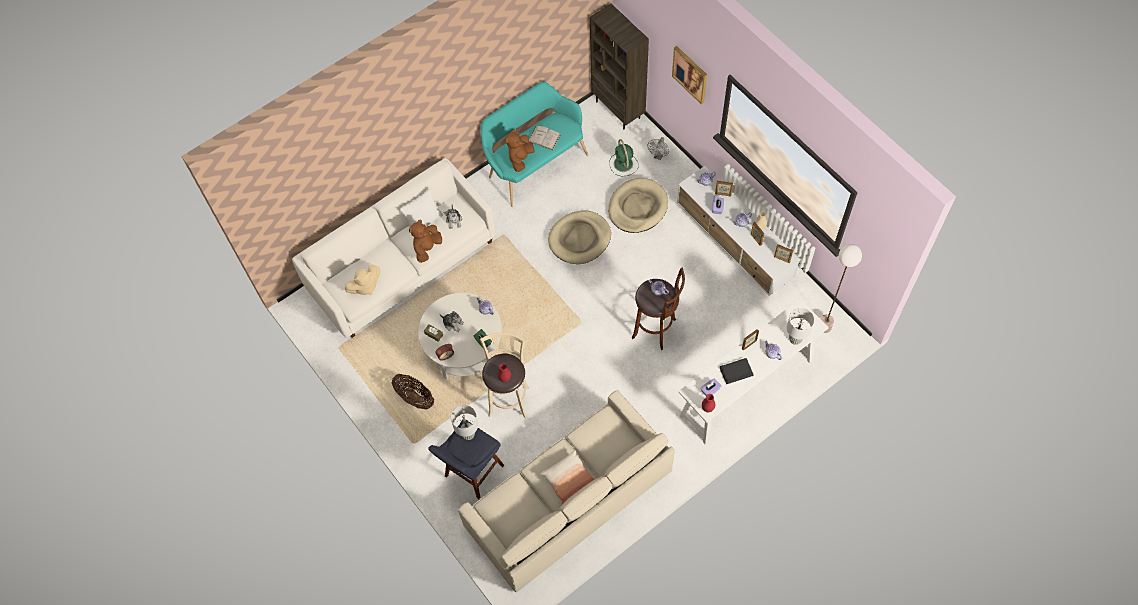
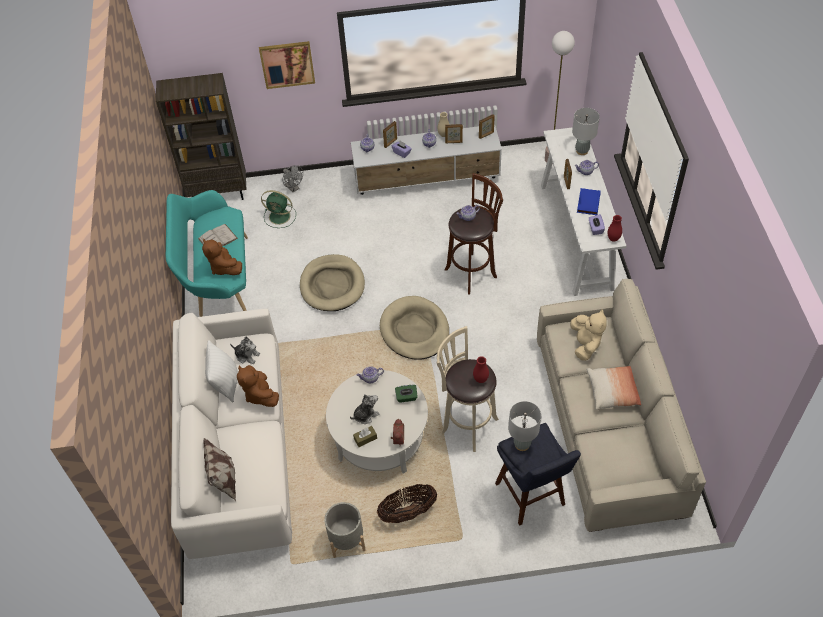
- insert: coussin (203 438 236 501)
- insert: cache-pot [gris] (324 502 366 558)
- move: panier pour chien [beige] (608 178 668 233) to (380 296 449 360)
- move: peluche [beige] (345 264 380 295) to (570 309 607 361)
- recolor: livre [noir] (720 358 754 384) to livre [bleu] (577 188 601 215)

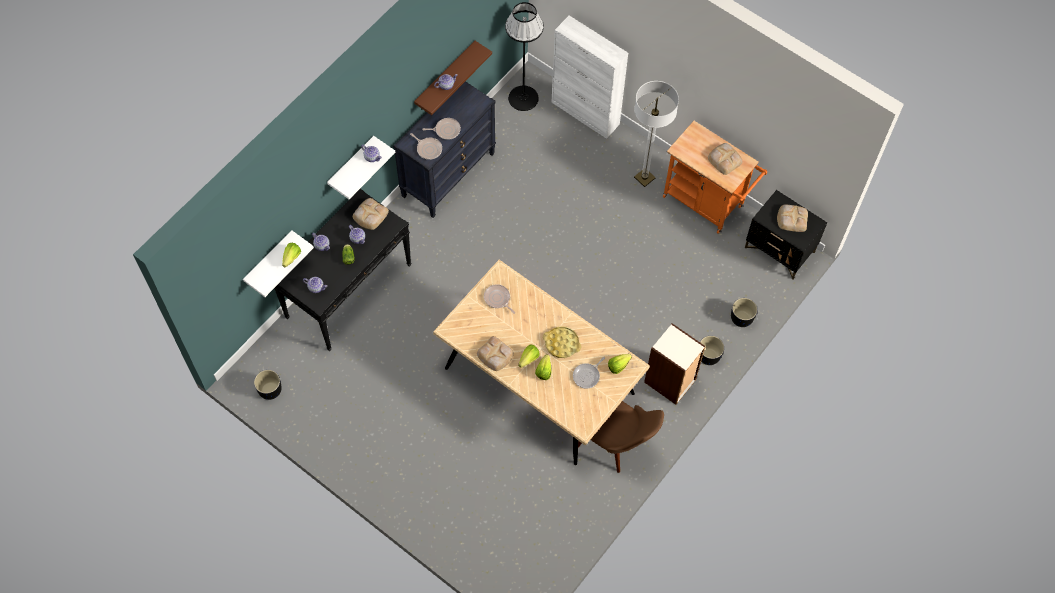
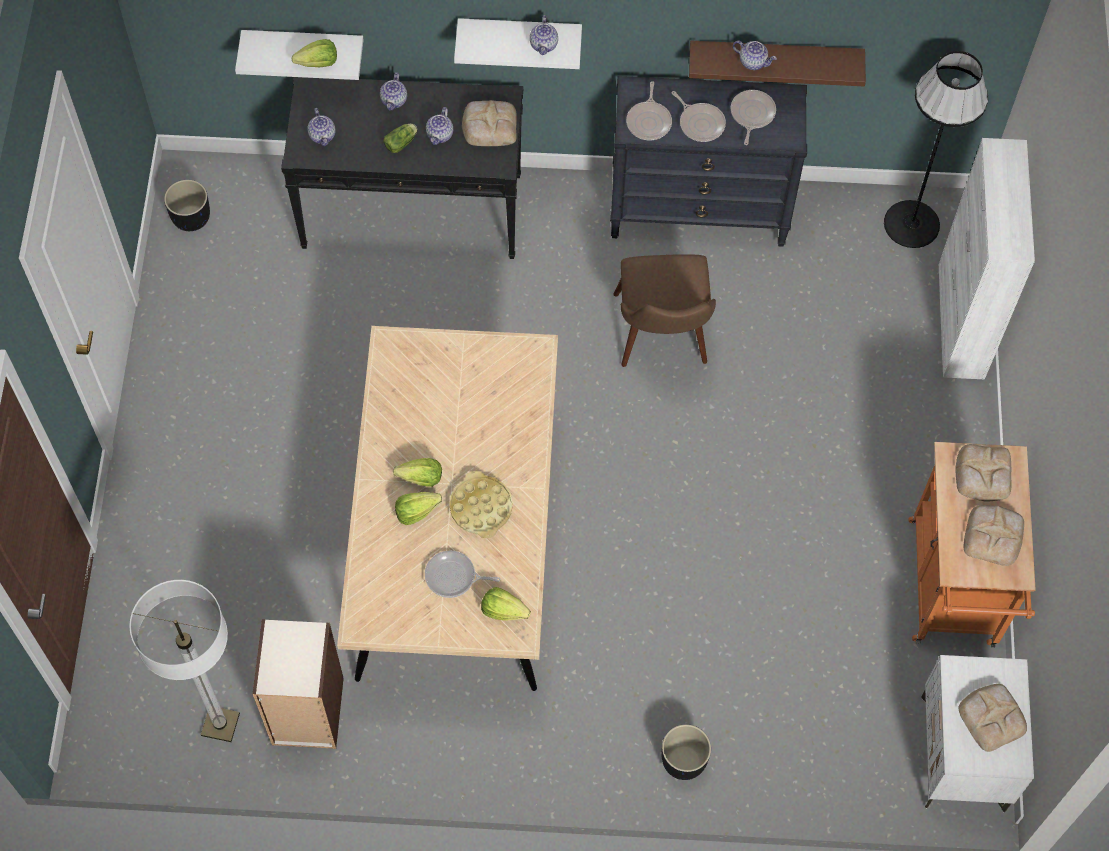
- move: lampadaire (634 81 679 187) to (129 580 240 742)
- move: bibliothèque (644 323 706 405) to (253 619 344 749)
- move: chaise [marron] (578 401 664 473) to (614 254 716 367)
- move: poêle (484 284 515 314) to (730 90 776 145)
- recolor: table de chevet [noir] (745 190 827 280) to table de chevet [blanc] (921 655 1034 812)
- move: pain (477 336 514 371) to (955 444 1011 502)
- delete: cache-pot [noir] (731 298 757 327)

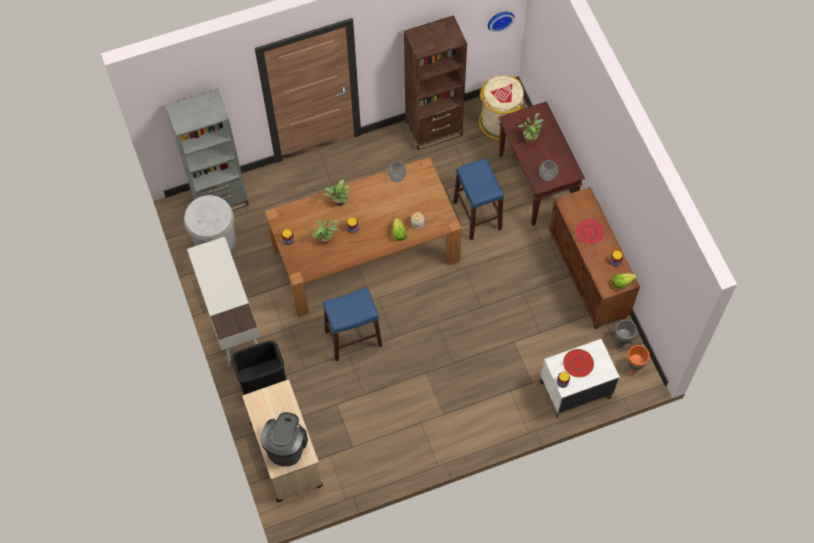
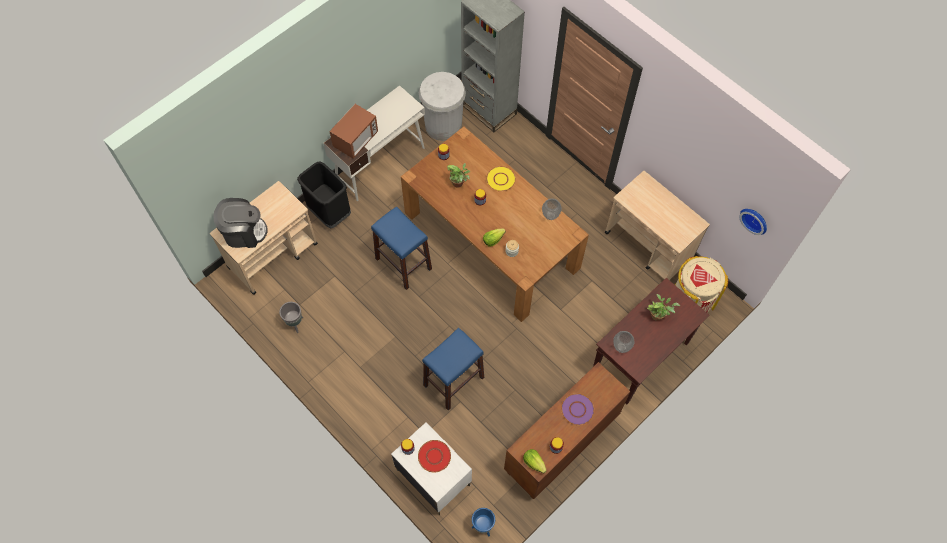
- move: cache-pot [gris] (615 320 637 350) to (279 302 303 333)
- insert: micro-ondes (329 104 378 159)
- move: tabouret [bleu] (453 158 504 240) to (422 328 484 410)
- recolor: cache-pot [orange] (627 345 650 377) to cache-pot [bleu] (472 508 495 536)
- replace: plante en pot (323 180 350 206) to assiette [jaune] (486 166 516 191)
- recolor: assiette [rouge] (575 218 605 245) to assiette [violet] (561 393 594 425)
- replace: bibliothèque [marron] (404 15 467 150) to chariot [beige] (605 171 710 280)

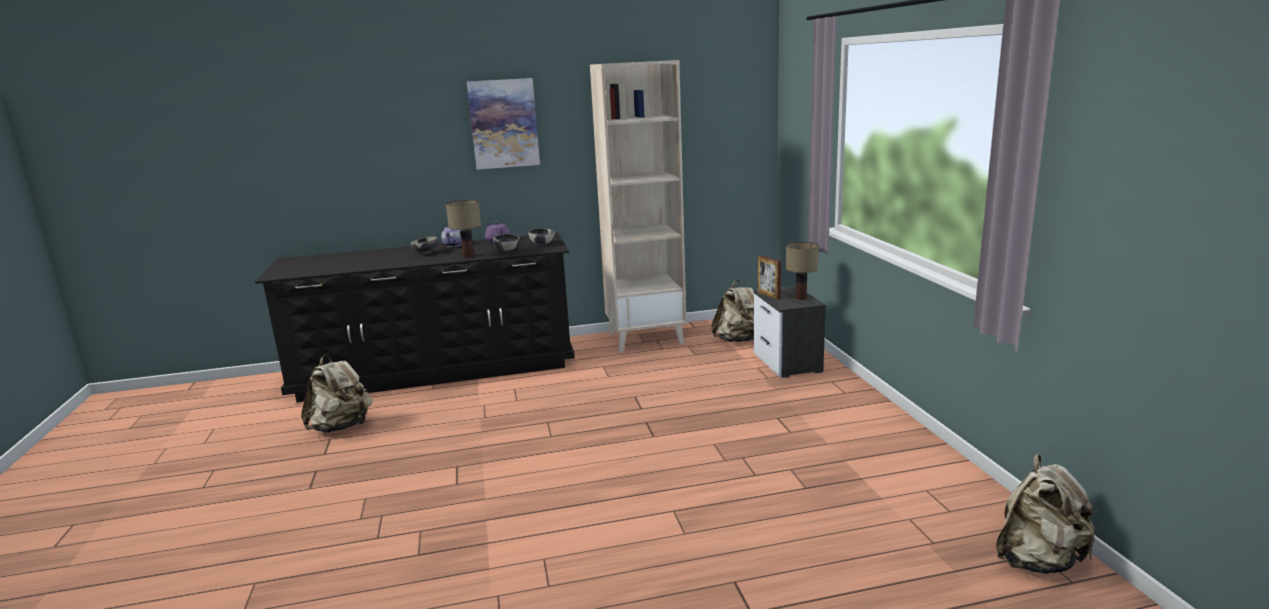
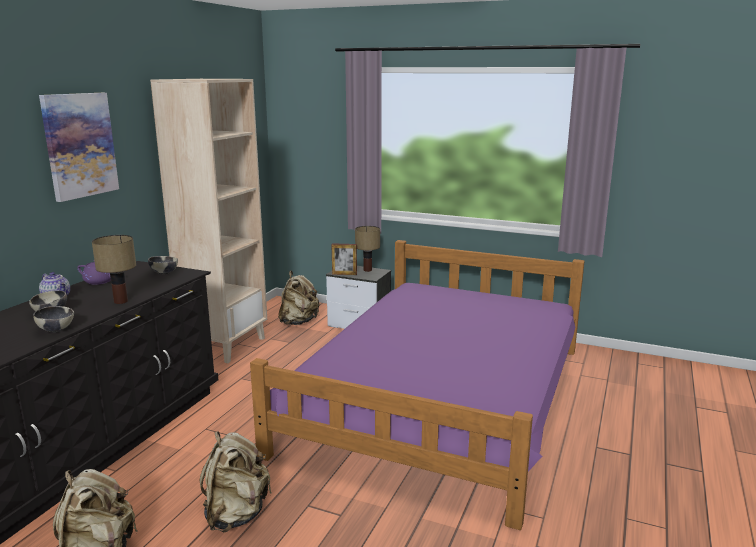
- move: bol (493 234 520 252) to (33 306 74 333)
- move: sac à dos [beige] (996 454 1097 574) to (200 431 272 532)
- insert: lit [violet] (250 240 585 530)

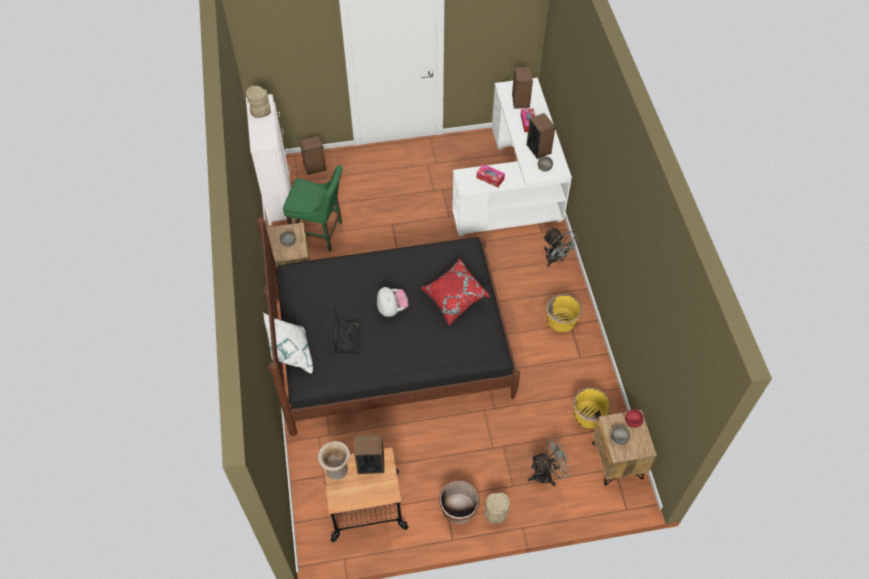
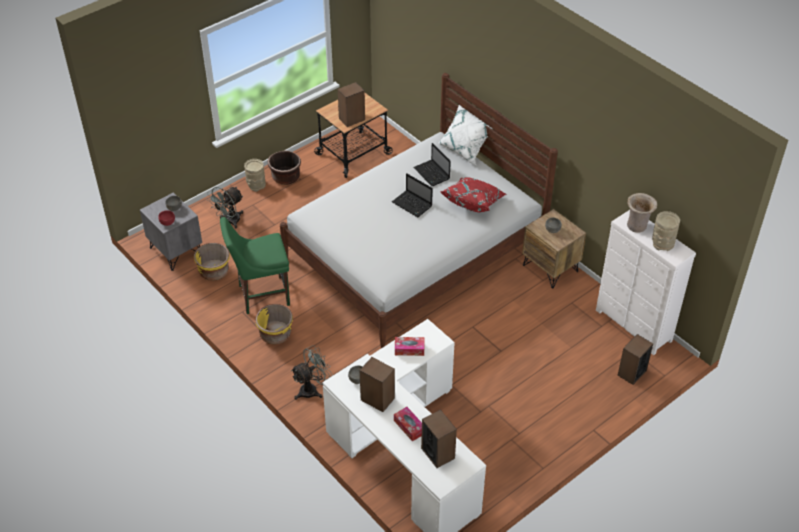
- recolor: table de chevet [marron] (592 410 657 486) to table de chevet [gris] (140 193 202 271)
- move: chaise [vert] (283 165 342 251) to (220 217 290 314)
- recolor: lit [noir] (256 217 520 436) to lit [blanc] (280 73 558 348)
- rotate: ventilateur [gris] (543 228 579 267) = (291 345 333 400) 120 degrees clockwise
- replace: peluche (377 287 409 317) to ordinateur portable (392 173 433 217)
- move: coussin [rouge] (421 259 490 326) to (441 177 507 212)
- move: vase [beige] (318 441 350 480) to (627 193 657 233)

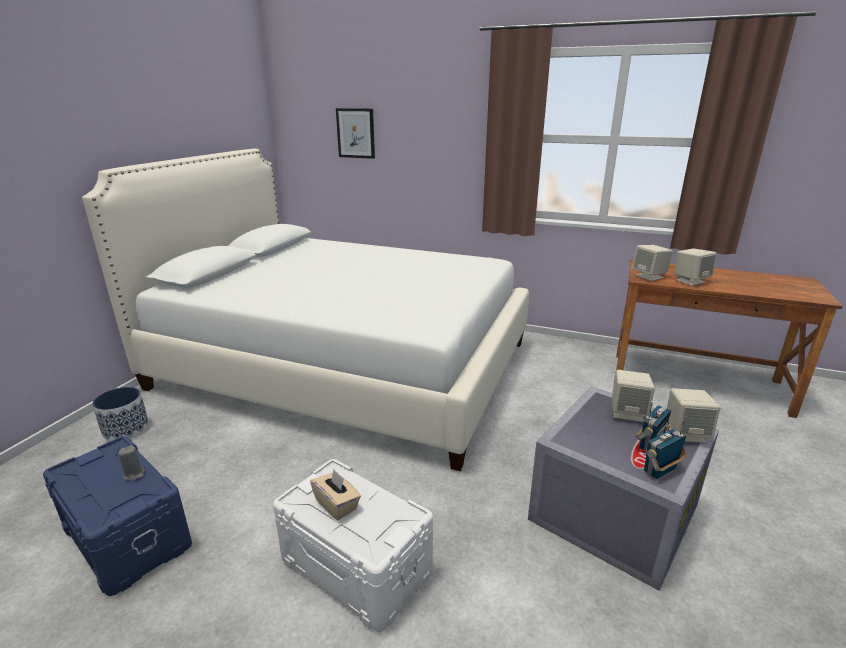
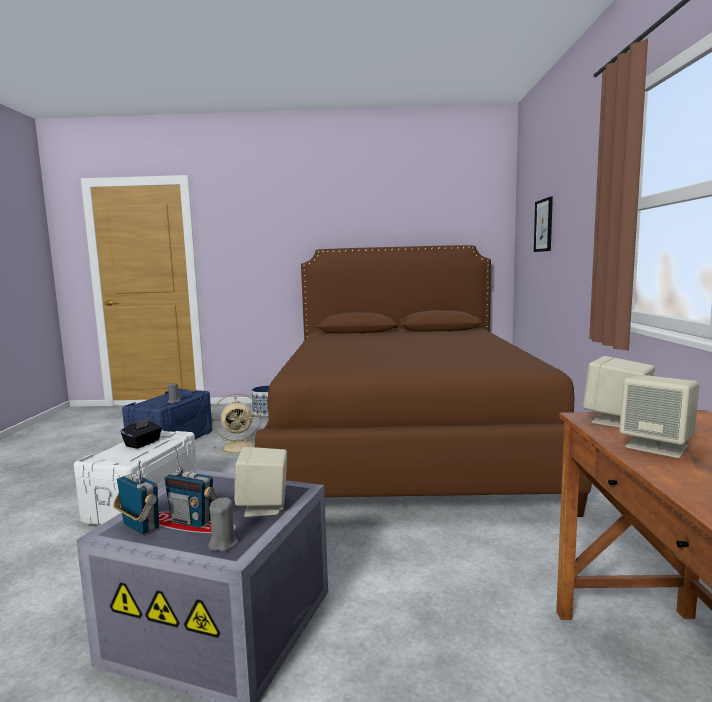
- recolor: boîte à mouchoirs [beige] (310 469 361 520) to boîte à mouchoirs [noir] (121 417 162 449)
- replace: enceinte [beige] (667 388 721 443) to bougie [gris] (208 497 238 551)
- insert: ventilateur [beige] (212 394 262 455)
- recolor: lit [blanc] (82 149 529 471) to lit [marron] (255 245 592 517)

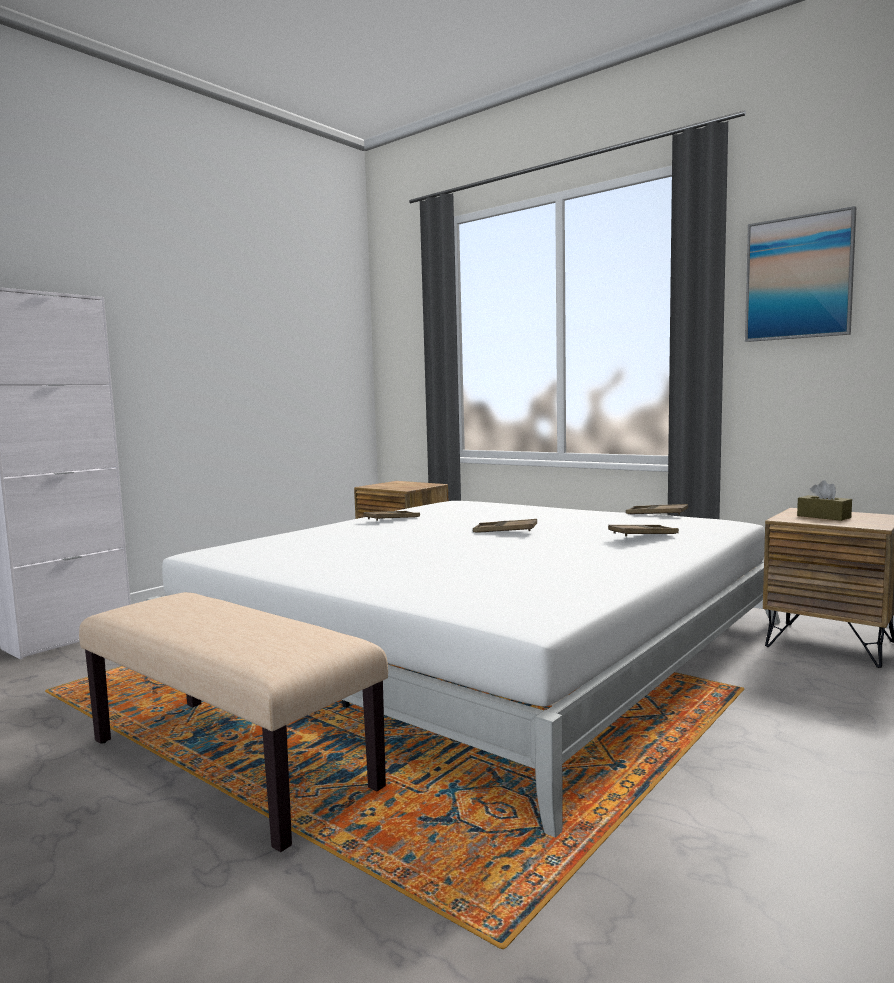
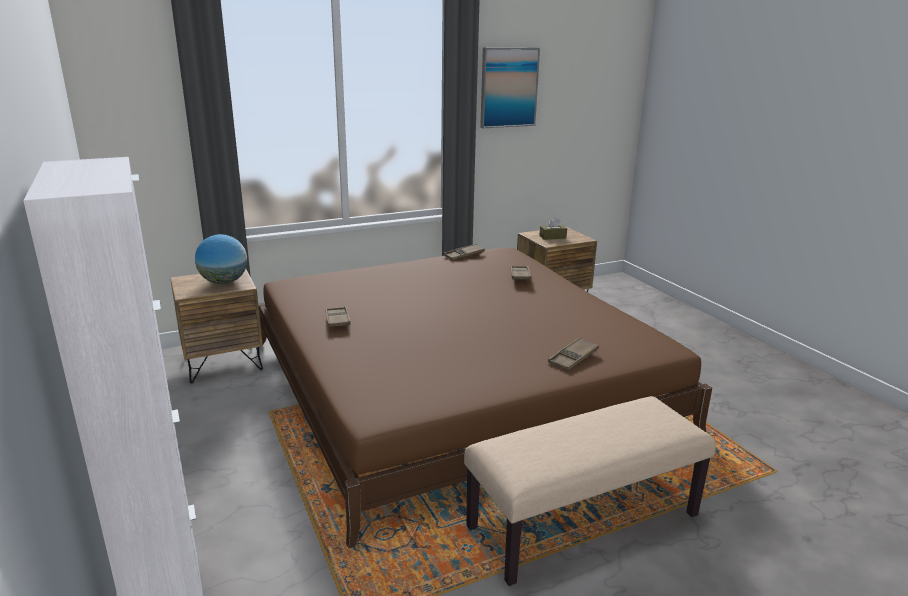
- insert: globe (195 234 247 284)
- recolor: lit [blanc] (146 501 780 838) to lit [marron] (258 247 712 548)
- move: plateau [marron] (473 519 537 533) to (548 337 599 371)

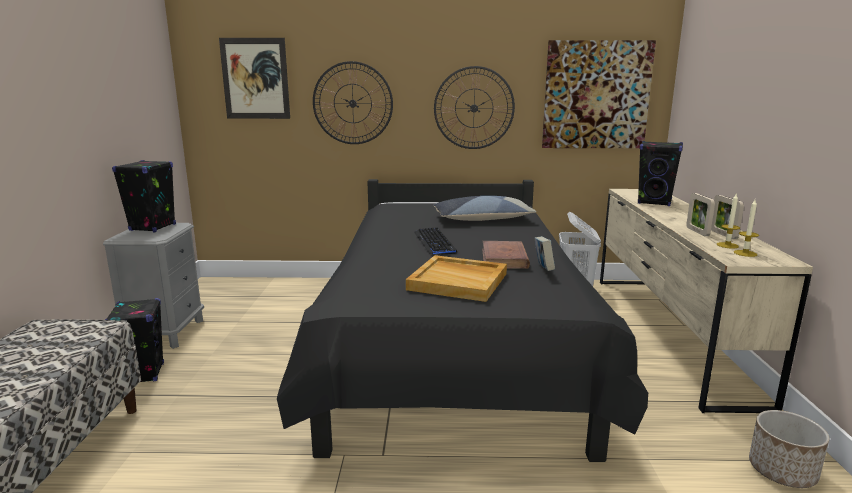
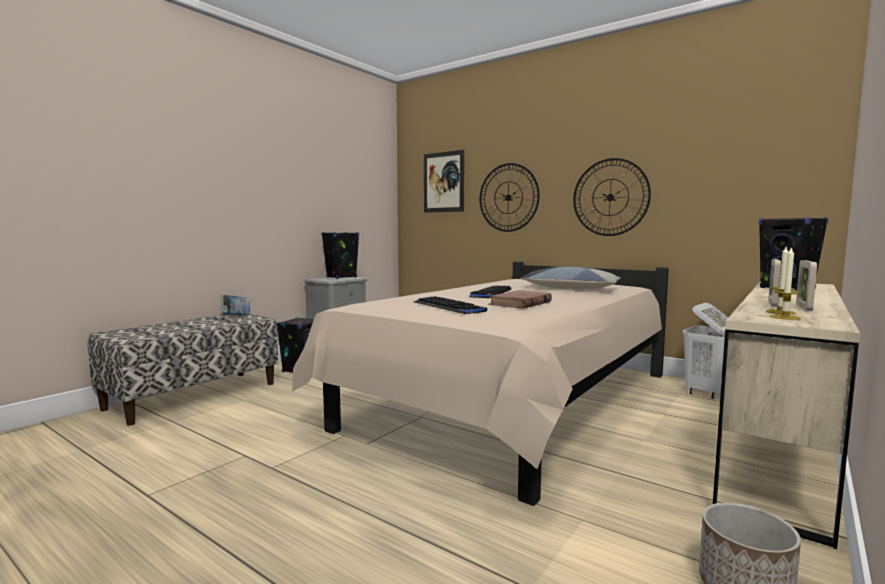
- move: livre (534 236 555 271) to (220 295 250 315)
- recolor: lit [noir] (277 179 648 462) to lit [beige] (292 261 669 506)
- replace: plateau [beige] (406 255 507 302) to clavier (414 296 487 314)
- delete: tableau (542 40 656 148)

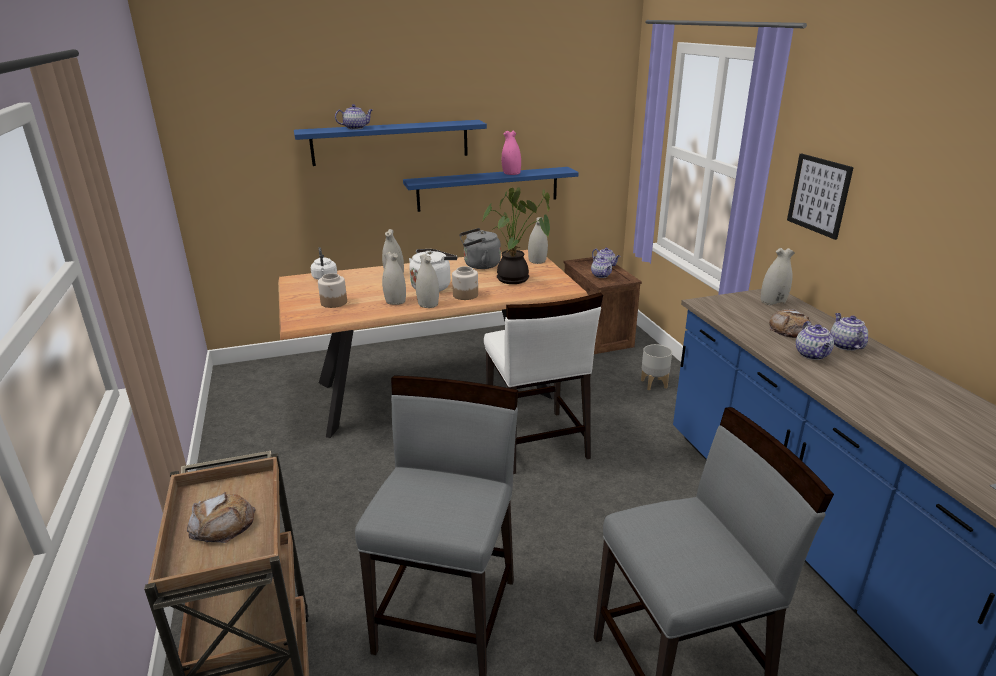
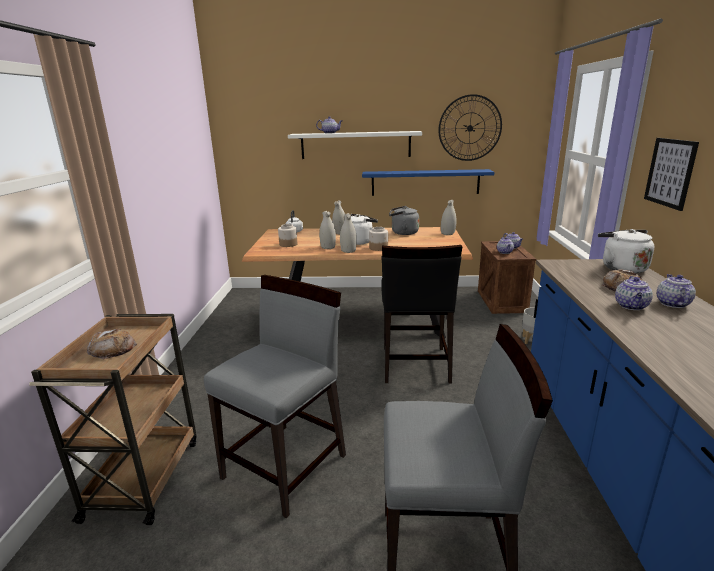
- recolor: étagère [bleu] (294 120 487 166) to étagère [blanc] (288 131 422 159)
- recolor: chaise [blanc] (484 292 603 474) to chaise [noir] (381 245 462 383)
- insert: horloge murale (438 94 502 161)
- replace: vase [blanc] (761 248 795 306) to bouilloire [blanc] (598 229 655 273)
- delete: plante en pot (482 187 550 284)
- delete: vase [rose] (502 130 521 175)

